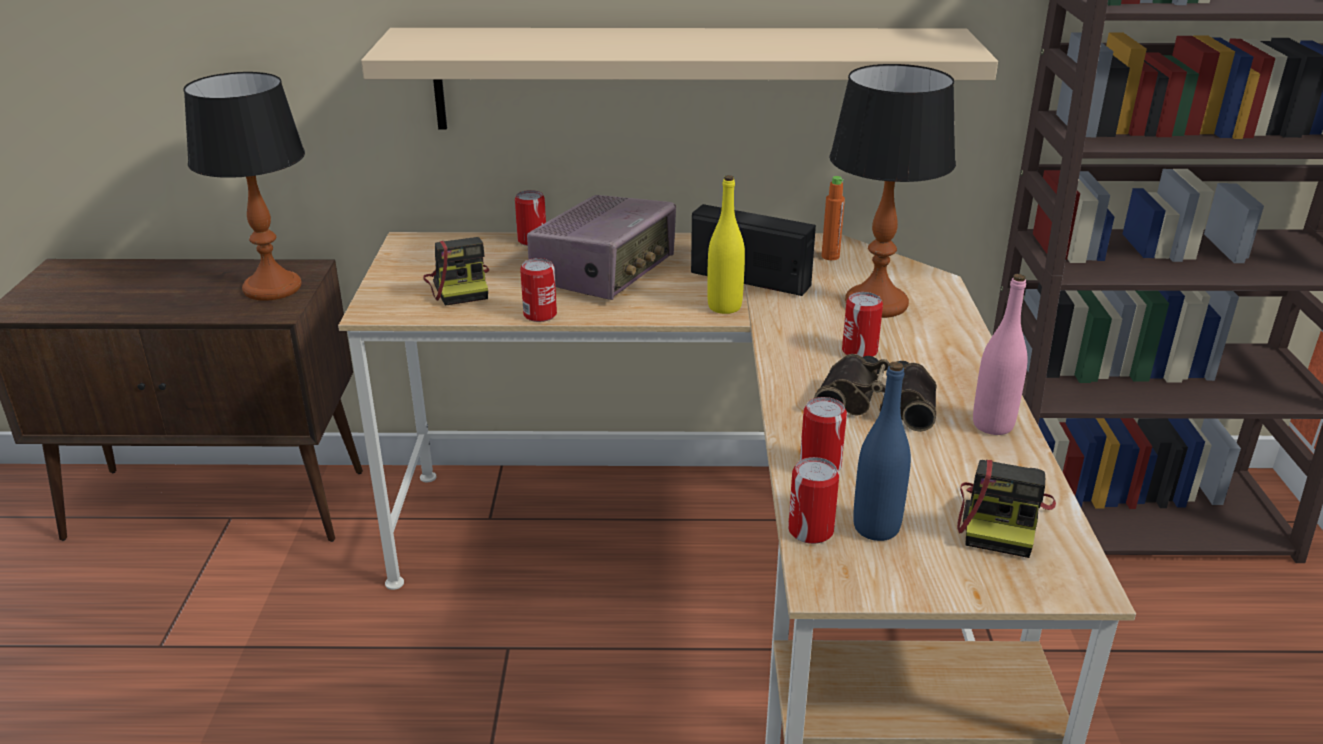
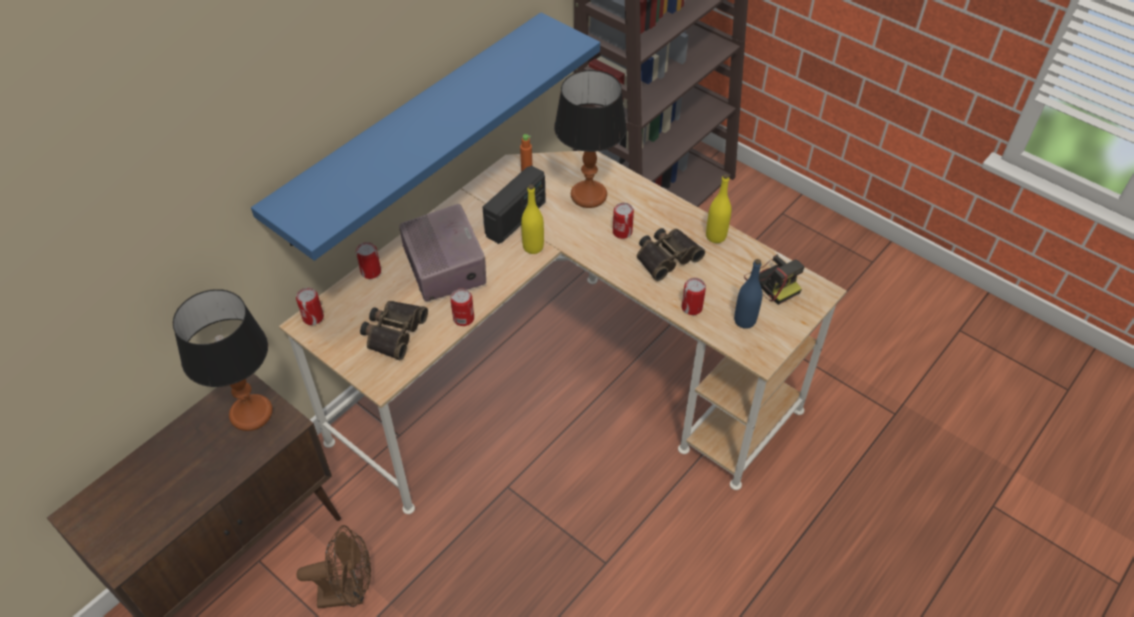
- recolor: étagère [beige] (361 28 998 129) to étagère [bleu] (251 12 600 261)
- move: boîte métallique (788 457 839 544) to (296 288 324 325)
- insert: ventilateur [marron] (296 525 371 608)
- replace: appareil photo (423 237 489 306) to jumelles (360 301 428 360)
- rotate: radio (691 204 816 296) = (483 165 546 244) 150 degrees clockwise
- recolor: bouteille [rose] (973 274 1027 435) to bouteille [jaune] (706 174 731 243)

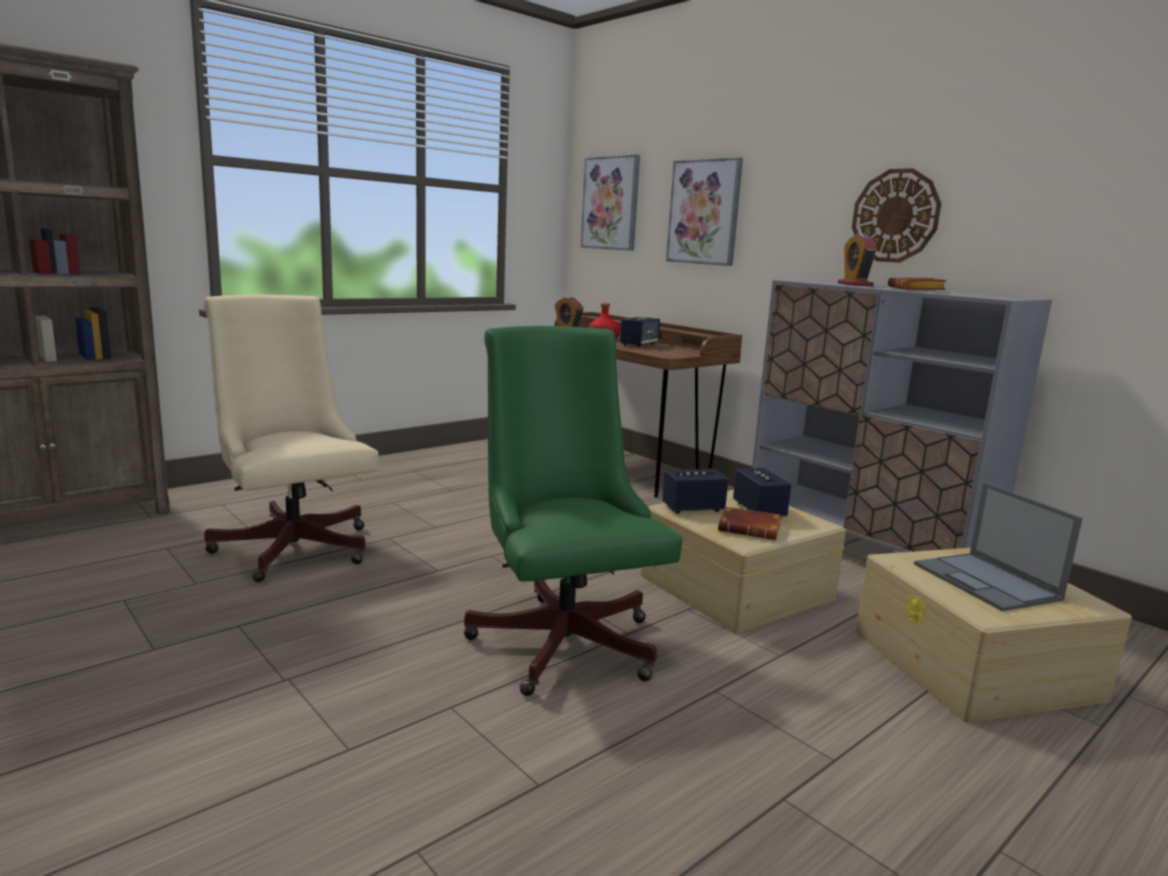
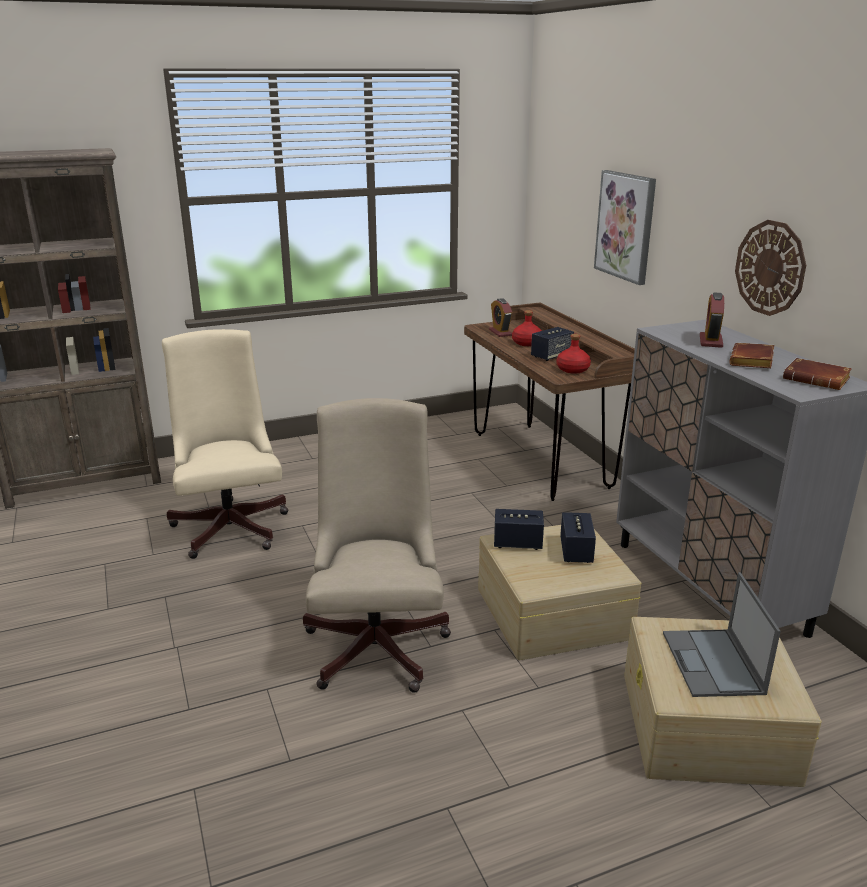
- recolor: chaise de bureau [vert] (464 326 682 696) to chaise de bureau [beige] (303 398 451 693)
- insert: bouteille [rouge] (557 334 591 374)
- move: livre [marron] (718 507 781 540) to (783 358 852 390)
- delete: tableau (581 154 640 251)

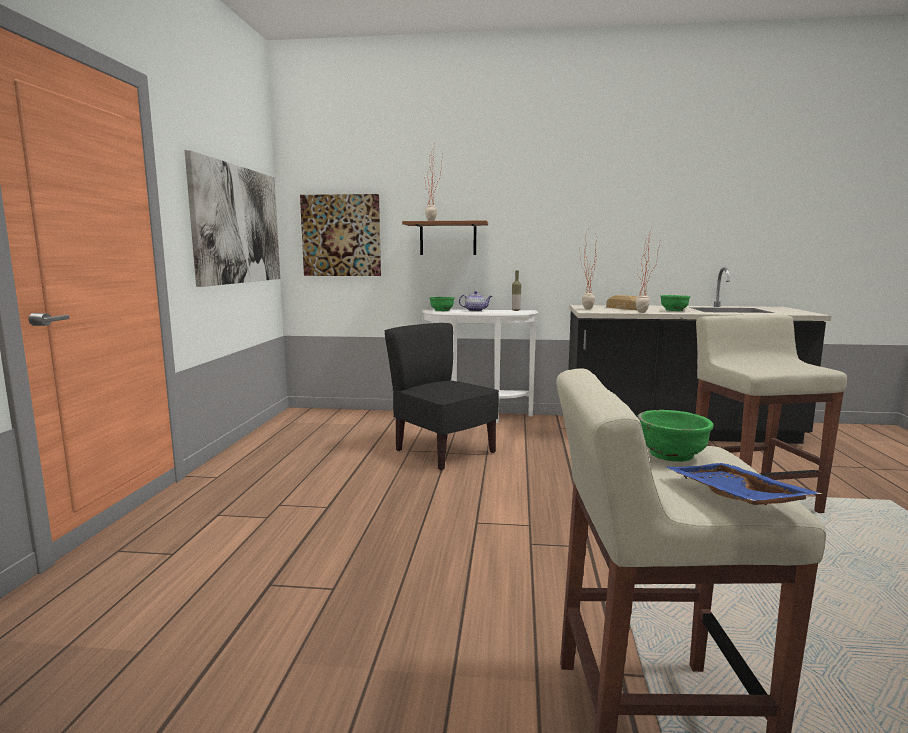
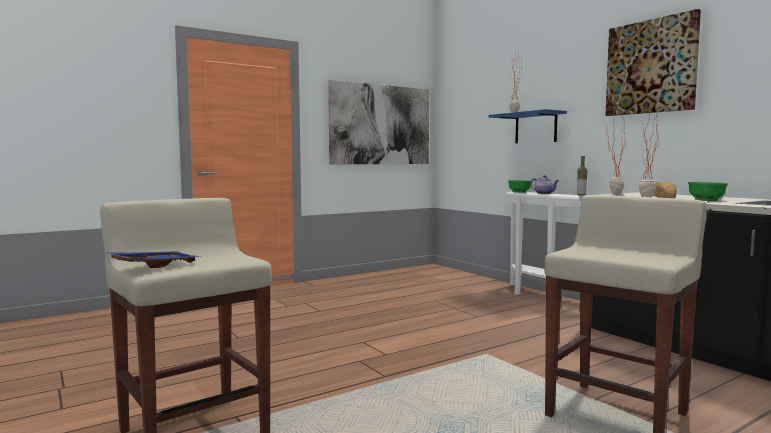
- recolor: étagère [marron] (402 220 488 255) to étagère [bleu] (489 109 567 143)
- move: tableau (300 194 381 276) to (605 9 701 116)
- delete: chaise [noir] (385 323 499 471)
- delete: bol [vert] (637 410 714 462)

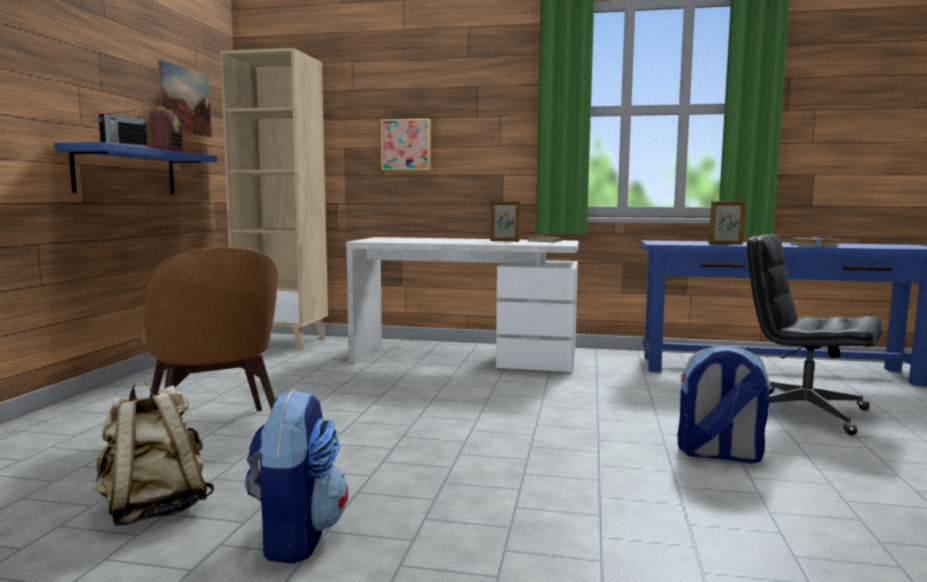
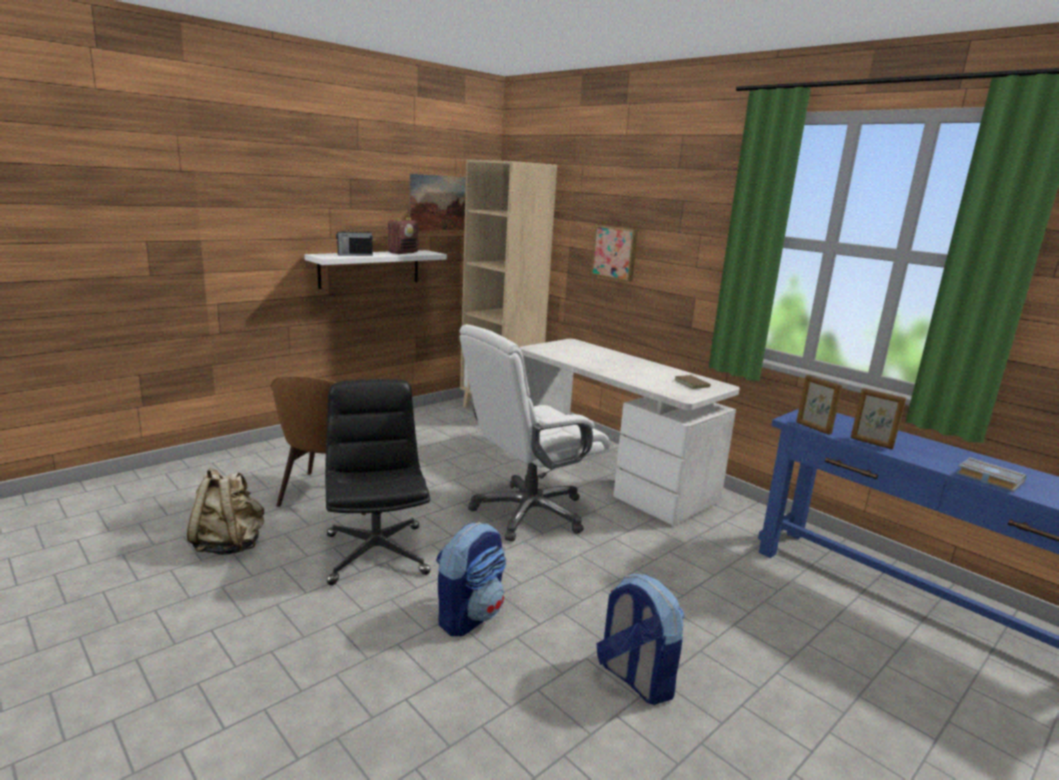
- recolor: étagère [bleu] (54 142 217 194) to étagère [blanc] (304 250 447 289)
- move: chaise de bureau [noir] (747 234 882 435) to (325 379 430 585)
- move: sac à dos (245 389 348 564) to (436 522 506 636)
- insert: chaise de bureau [blanc] (459 324 610 541)
- move: cadre photo (490 201 520 242) to (796 375 842 435)

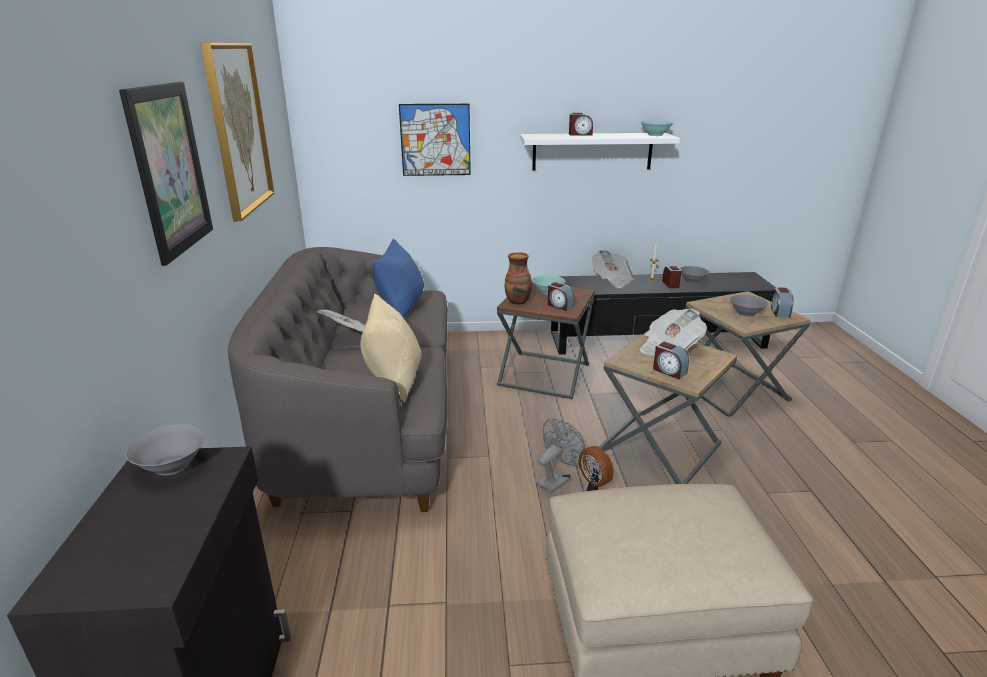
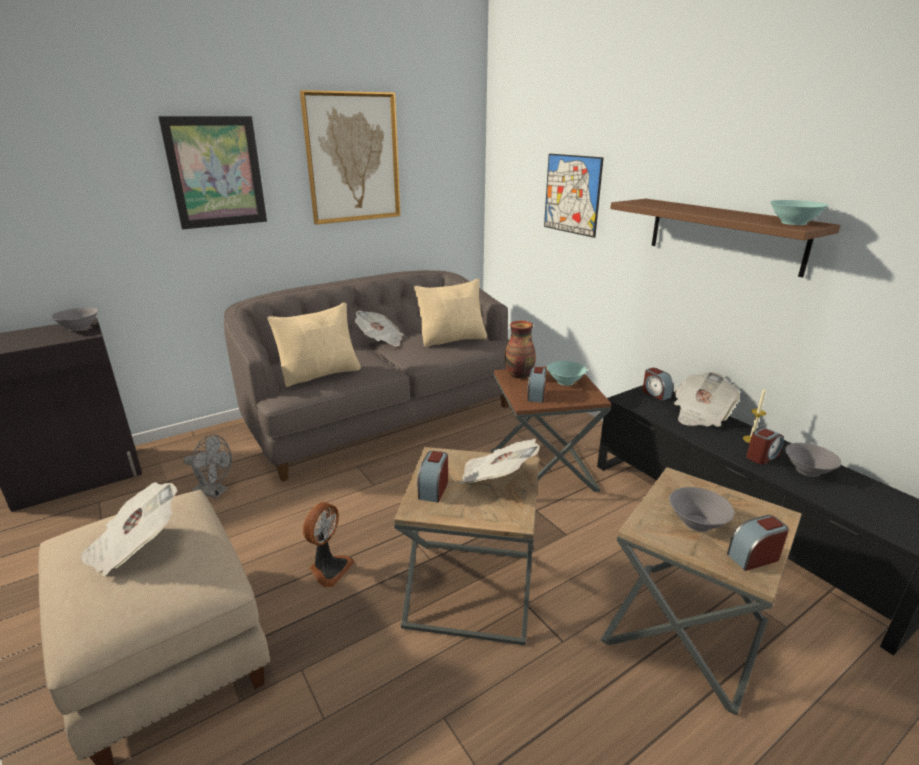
- insert: journal (80 482 178 576)
- move: ventilateur [gris] (537 419 585 494) to (183 434 232 498)
- recolor: coussin [bleu] (373 239 424 318) to coussin [beige] (414 279 487 347)
- recolor: étagère [blanc] (520 133 680 171) to étagère [marron] (610 199 841 278)
- move: réveil (569 113 593 136) to (642 368 674 401)

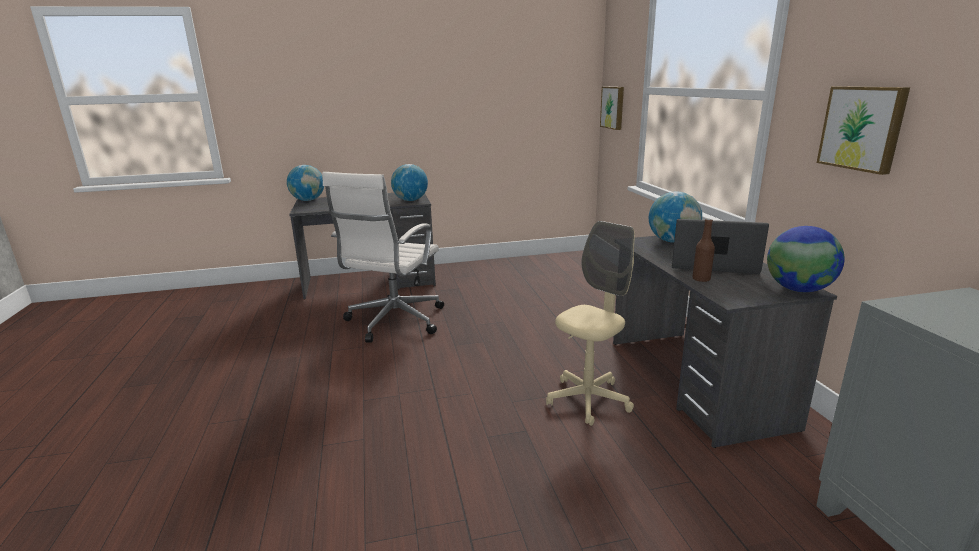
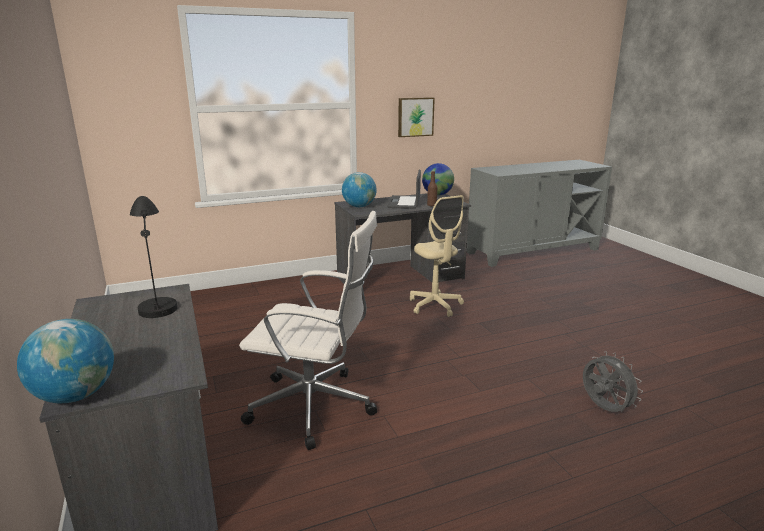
- replace: globe (391 164 428 201) to lampe de table [noir] (130 196 177 318)
- rotate: chaise de bureau [beige] (546 221 635 426) = (410 195 464 317) 150 degrees counterclockwise
- insert: ventilateur [gris] (583 351 643 412)
- delete: tableau (600 87 624 130)

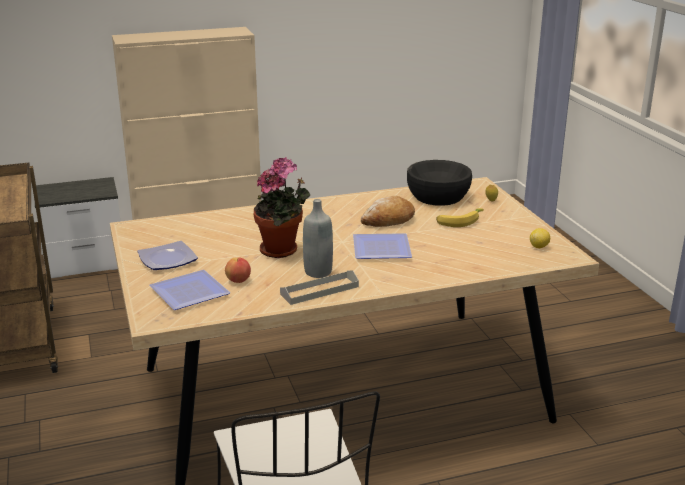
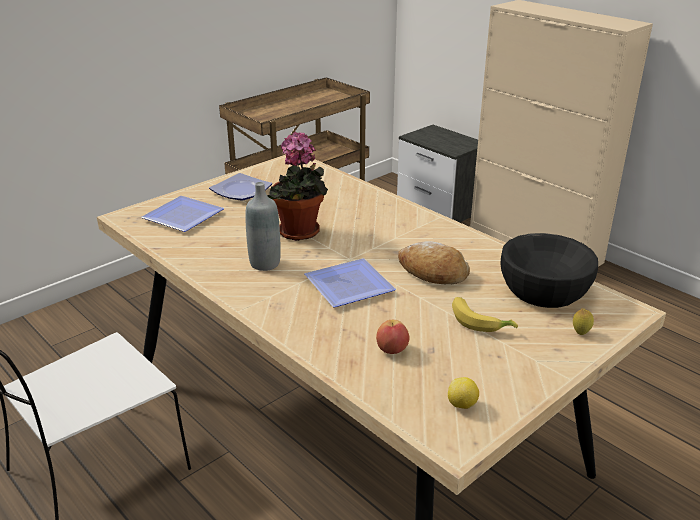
- move: pomme (225 257 251 283) to (376 320 409 354)
- delete: plateau [gris] (280 270 359 305)

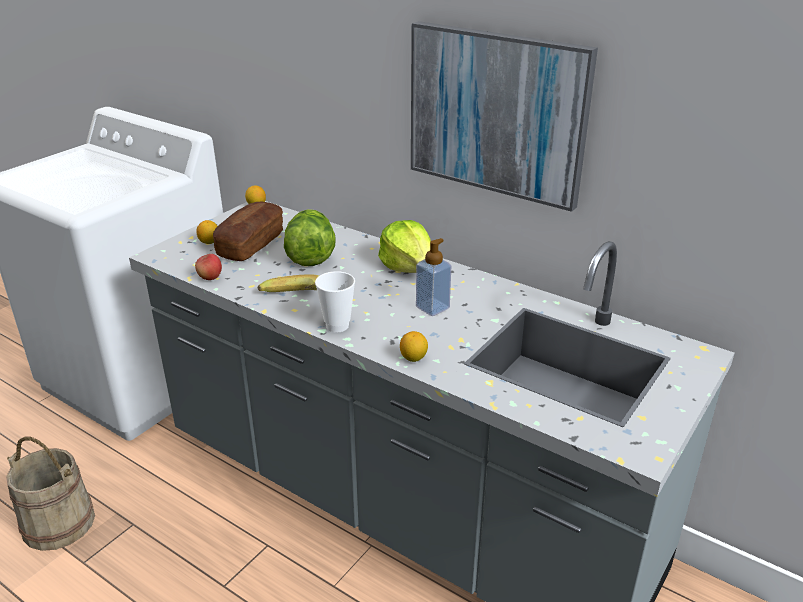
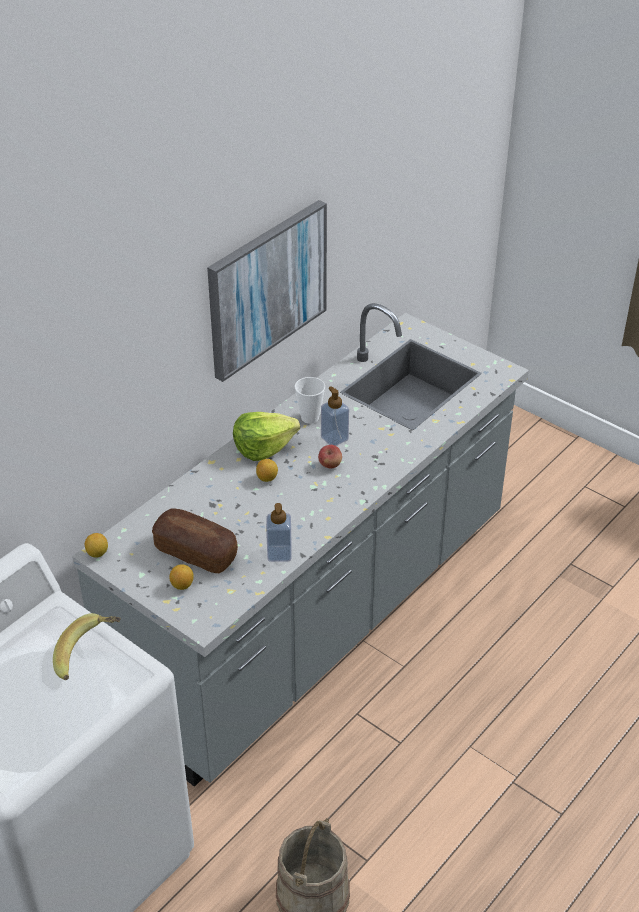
- move: banane (258 274 319 292) to (53 613 121 680)
- move: citron (400 331 428 362) to (256 459 278 482)
- insert: distributeur de savon (266 503 292 562)
- move: tasse (315 271 355 332) to (295 377 325 424)
- move: pomme (195 254 222 280) to (318 445 342 469)
- delete: laitue (284 209 336 266)

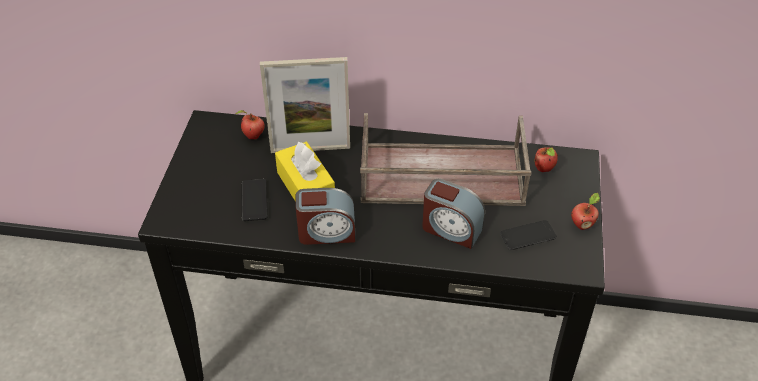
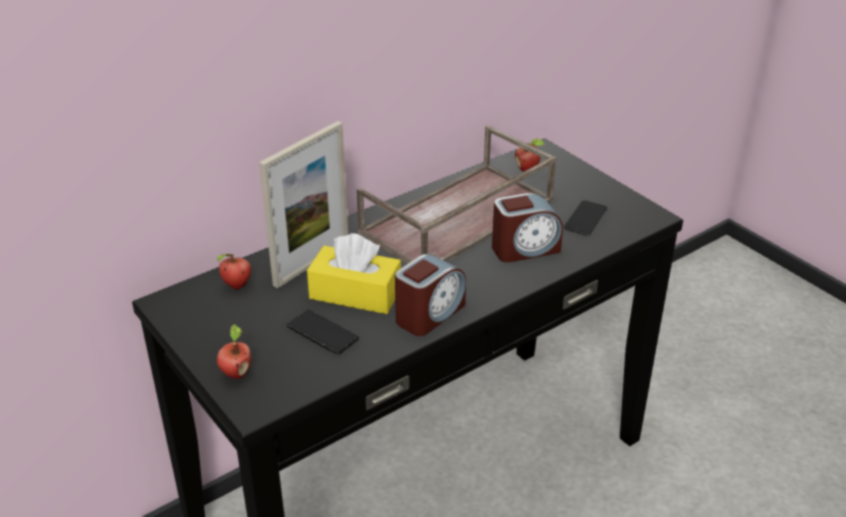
- move: pomme (571 193 600 230) to (217 324 251 379)

